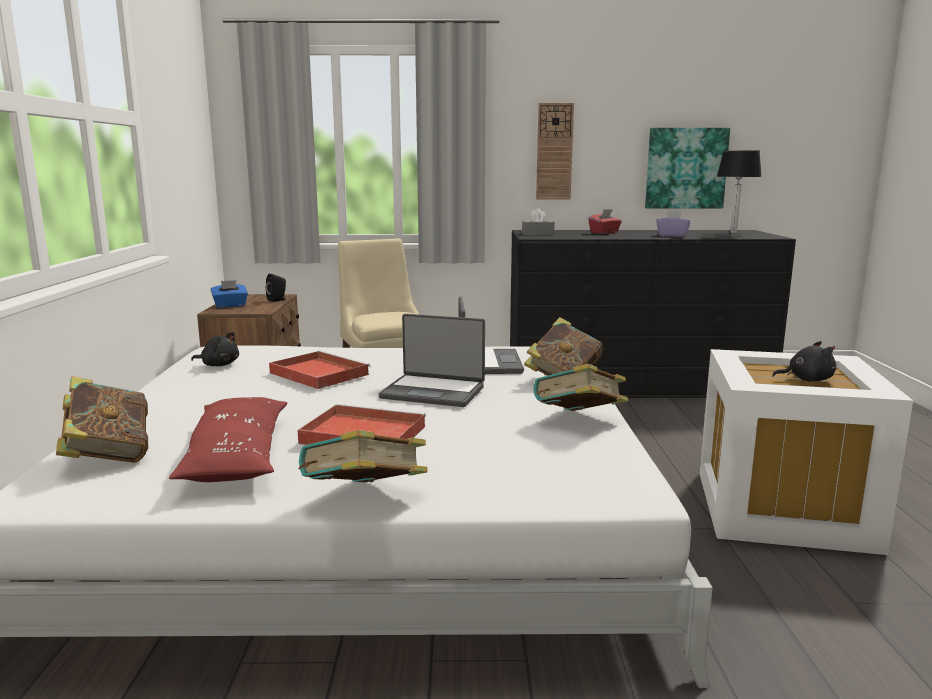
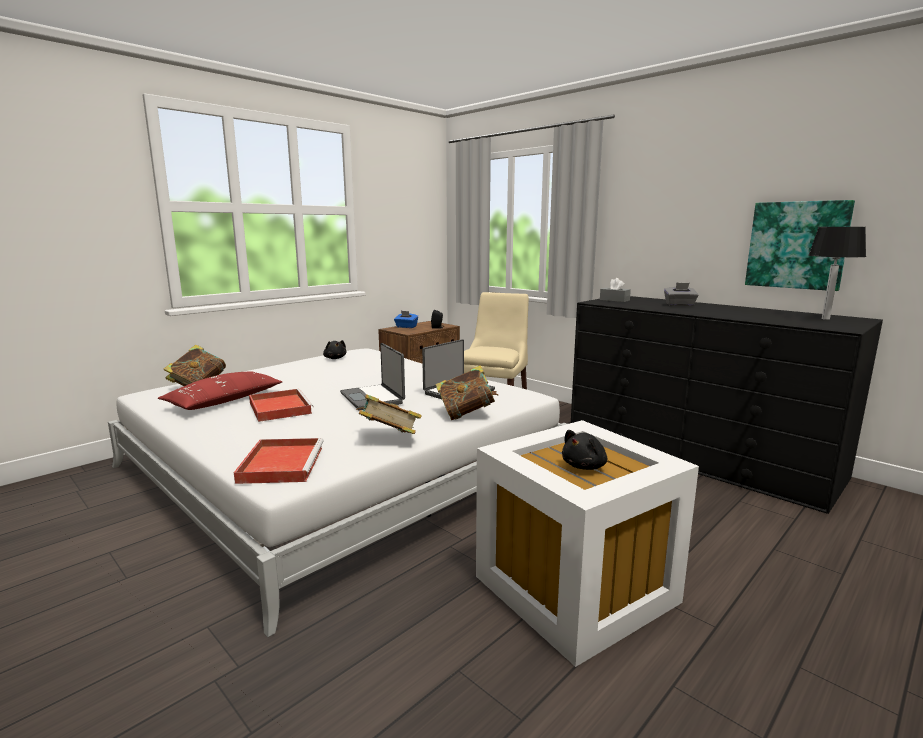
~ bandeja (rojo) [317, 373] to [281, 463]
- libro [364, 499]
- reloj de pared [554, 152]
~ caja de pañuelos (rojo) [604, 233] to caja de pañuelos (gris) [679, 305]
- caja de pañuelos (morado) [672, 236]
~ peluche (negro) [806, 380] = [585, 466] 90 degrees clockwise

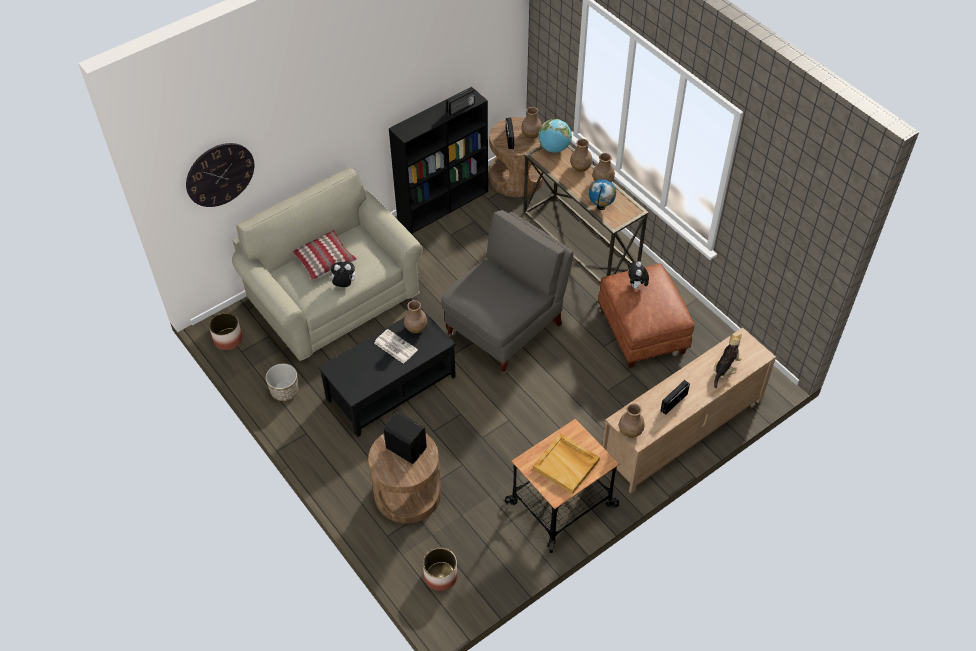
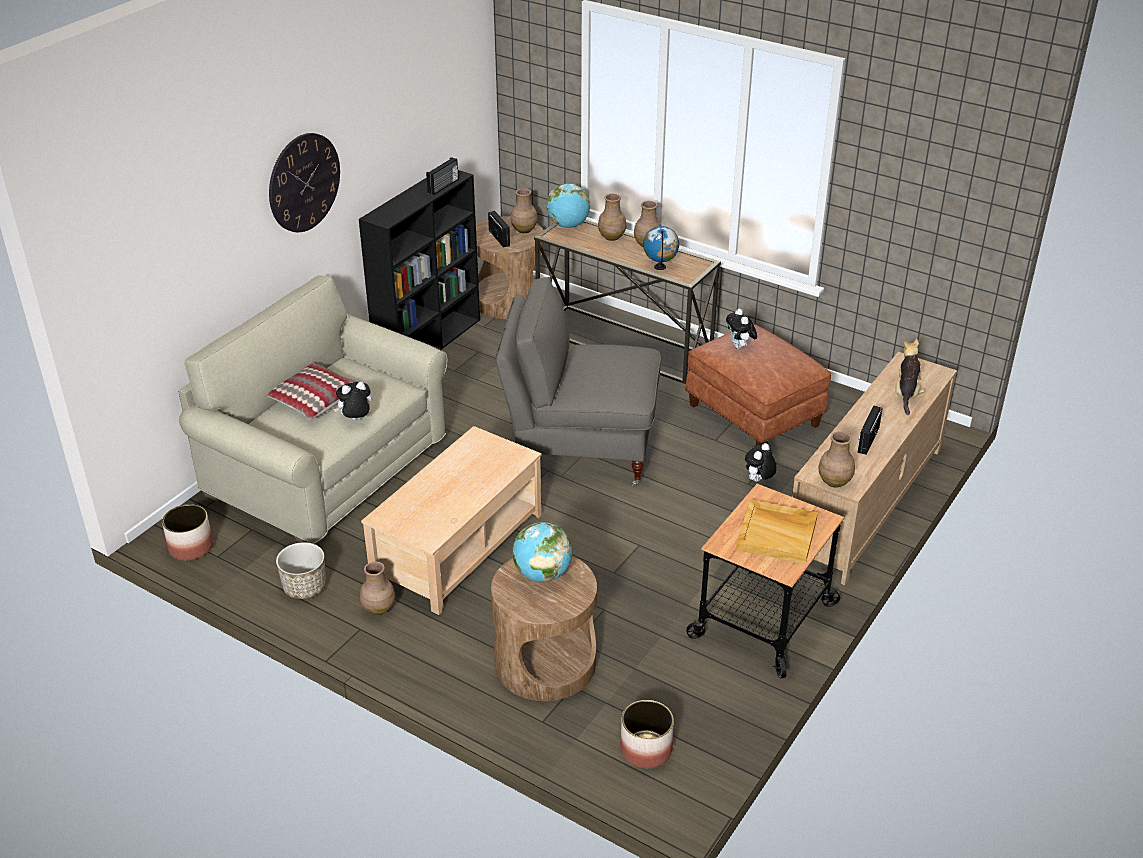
~ reloj de pared [220, 174] to [304, 182]
~ mesa de centro (negro) [390, 387] to mesa de centro (beis) [457, 546]
- periódico [395, 346]
~ altavoz (negro) [406, 447] to globo terráqueo [542, 574]
~ florero (marrón) [415, 328] to [378, 609]
~ sillón (gris) [506, 329] = [580, 450] 105 degrees counterclockwise
+ peluche [758, 481]

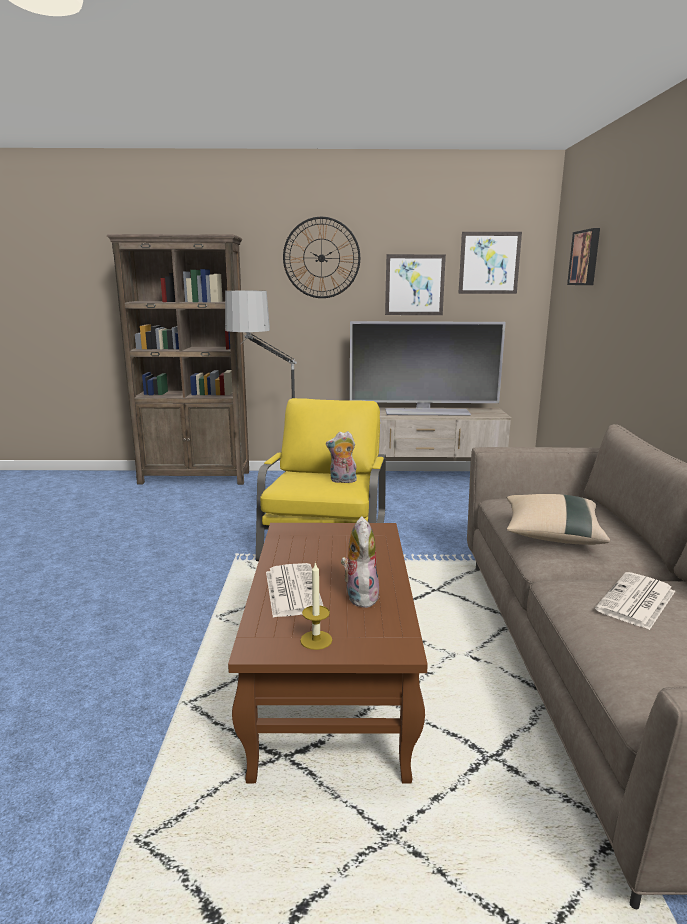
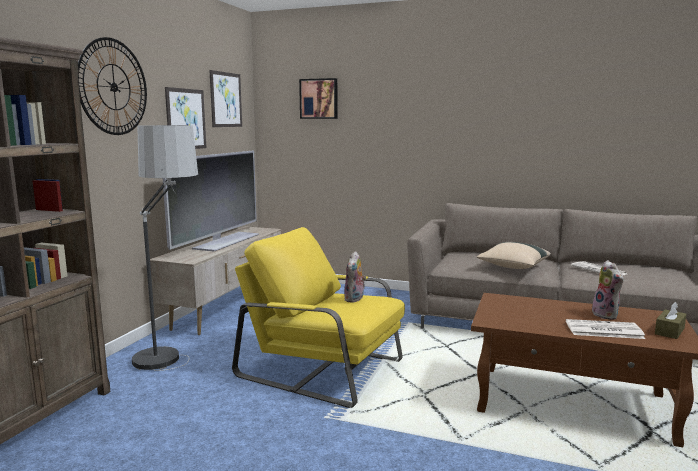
~ vela [316, 640] to caja de pañuelos (marrón) [669, 331]
~ peluche [359, 596] = [607, 315] 120 degrees counterclockwise

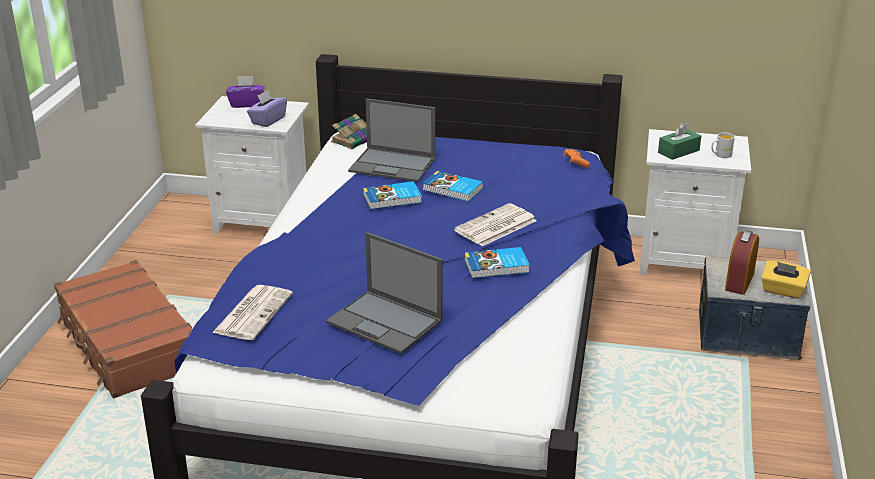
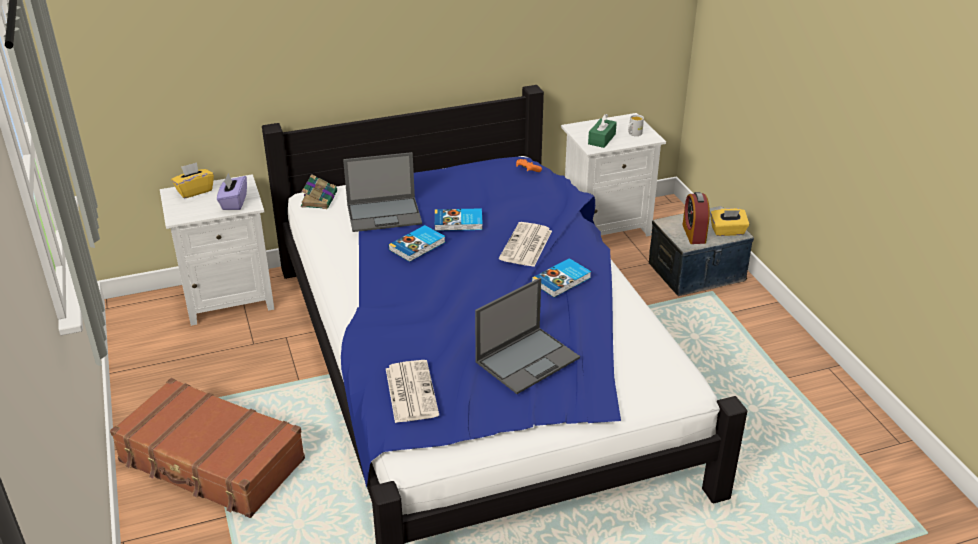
~ caja de pañuelos (morado) [247, 104] to caja de pañuelos (amarillo) [194, 191]
~ portátil [386, 322] = [528, 359] 45 degrees counterclockwise

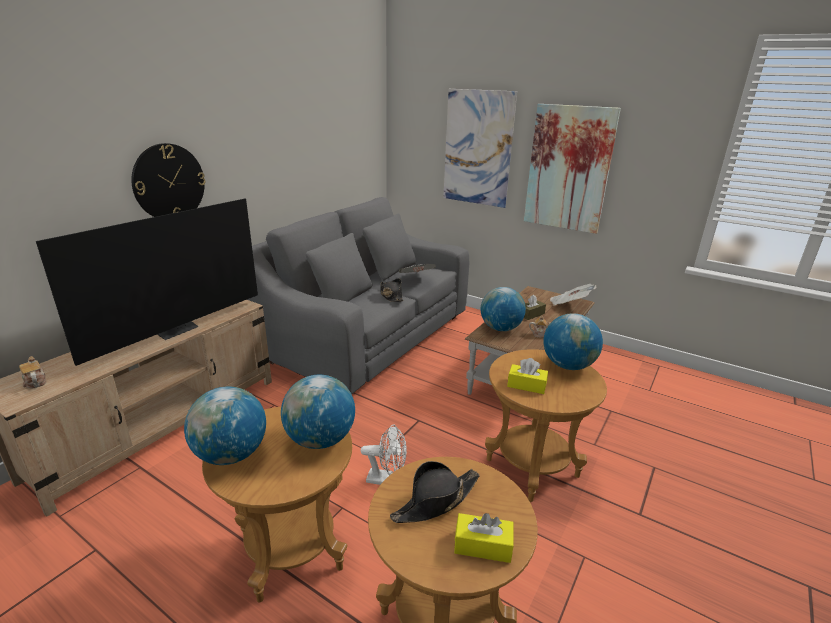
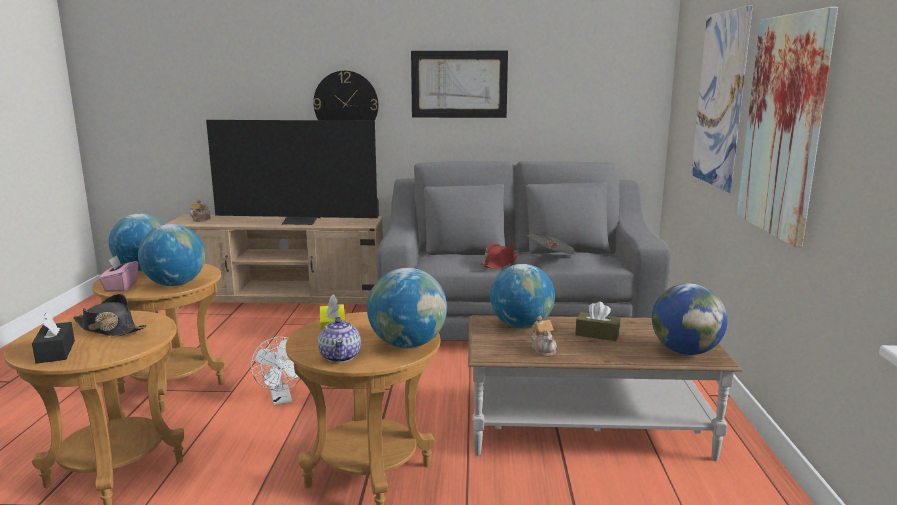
~ sombrero (negro) [391, 295] to sombrero (rojo) [499, 263]
~ caja de pañuelos (amarillo) [483, 546] to caja de pañuelos (negro) [55, 352]
~ periódico [569, 304] to globo terráqueo [685, 351]
+ caja de pañuelos (rosa) [121, 287]
+ tetera [340, 356]
+ cuadro [459, 84]

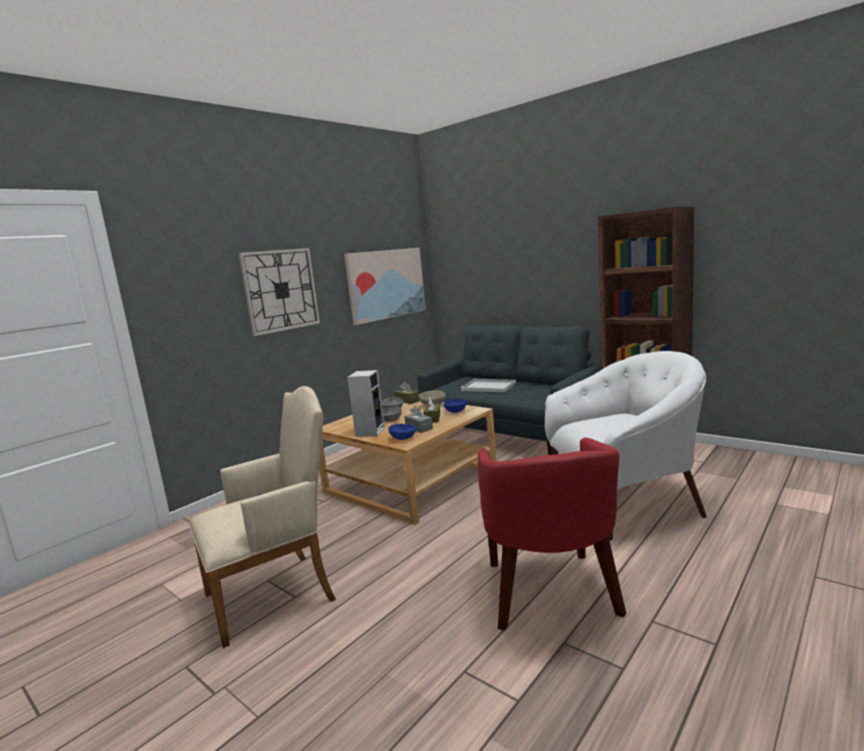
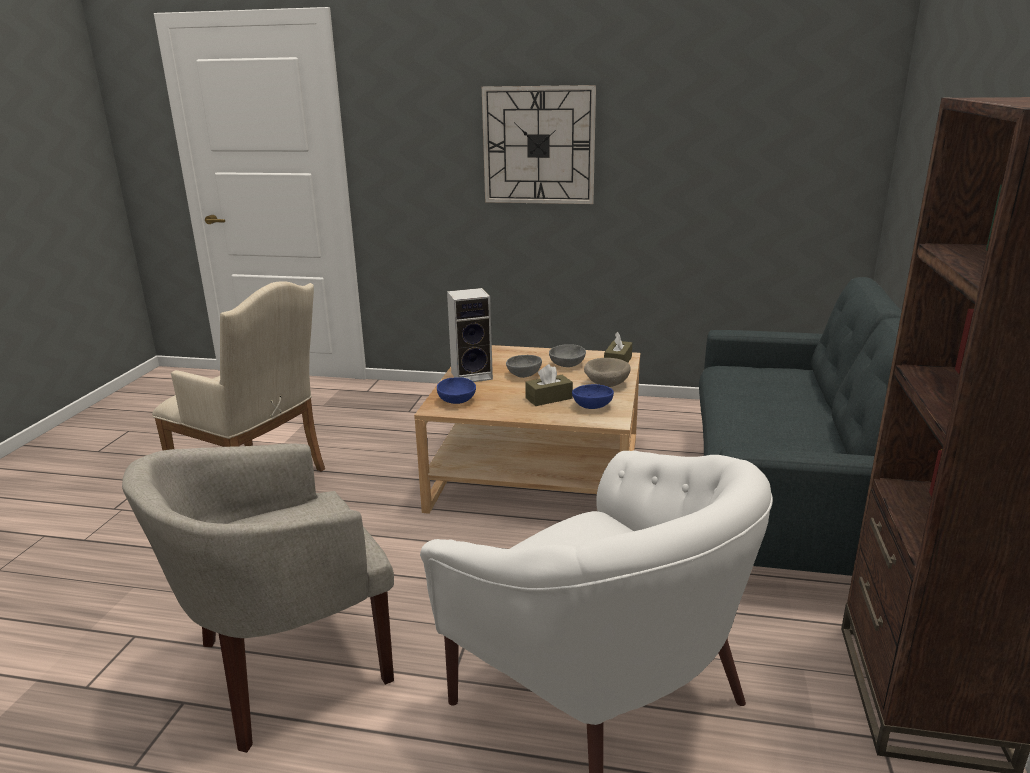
- cuadro [386, 284]
- caja de pañuelos (gris) [419, 428]
- bandeja (blanco) [487, 387]
~ sillón (rojo) [550, 593] to sillón (beis) [287, 667]

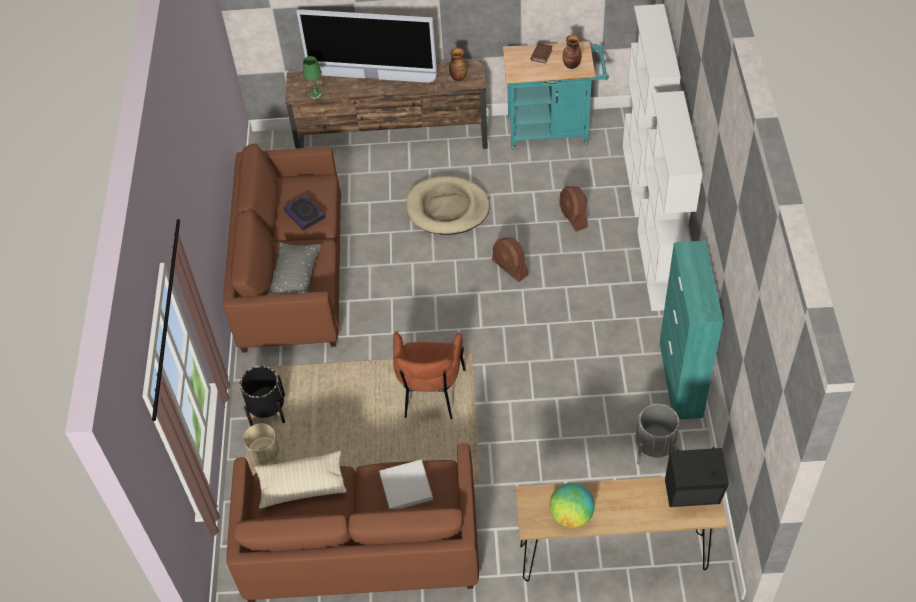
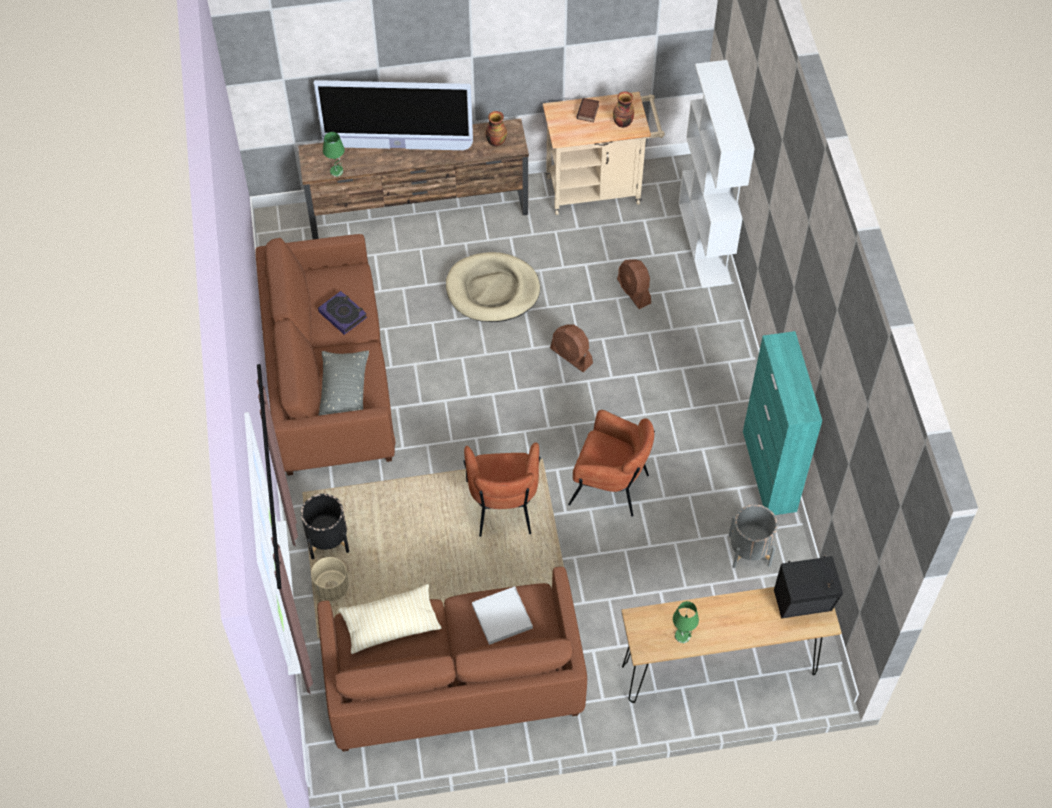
~ carrito (turquesa) [553, 130] to carrito (beis) [599, 188]
~ globo terráqueo [571, 515] to lámpara de mesa (verde) [683, 636]
- estantería (blanco) [659, 269]
+ sillón (marrón) [610, 486]

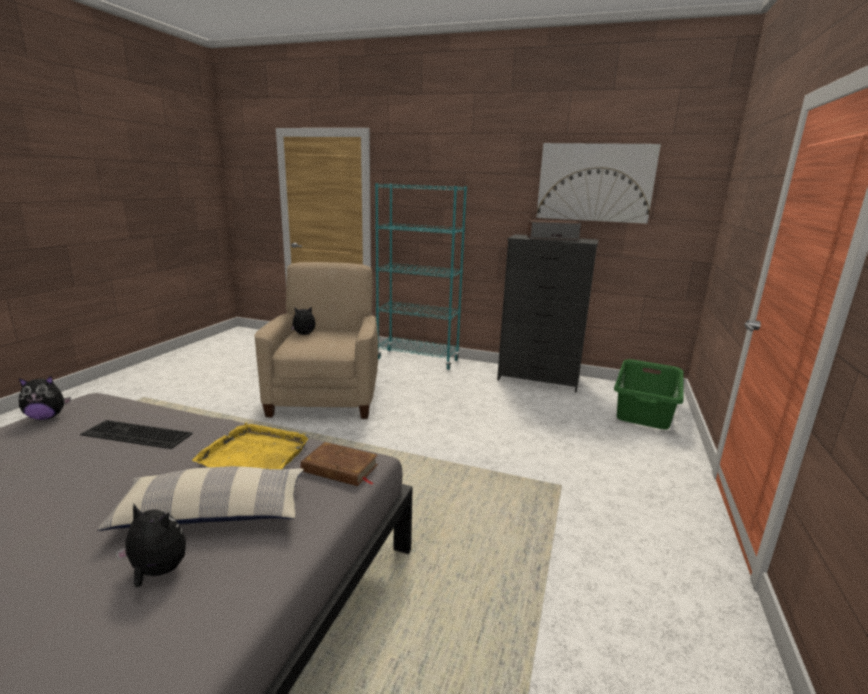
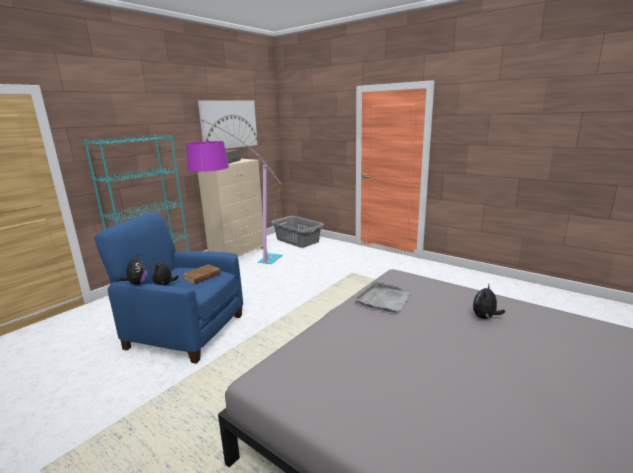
~ peluche [47, 417] to [137, 283]
- teclado [134, 435]
- cojín [212, 514]
~ bandeja (amarillo) [255, 453] to bandeja (gris) [382, 299]
~ sillón (beis) [325, 396] to sillón (azul) [185, 331]
~ libro (marrón) [340, 468] to [202, 276]
~ cómoda (negro) [539, 378] to cómoda (beis) [238, 253]
~ cesto de la ropa (verde) [643, 410] to cesto de la ropa (gris) [297, 240]
+ lámpara de pie [247, 276]

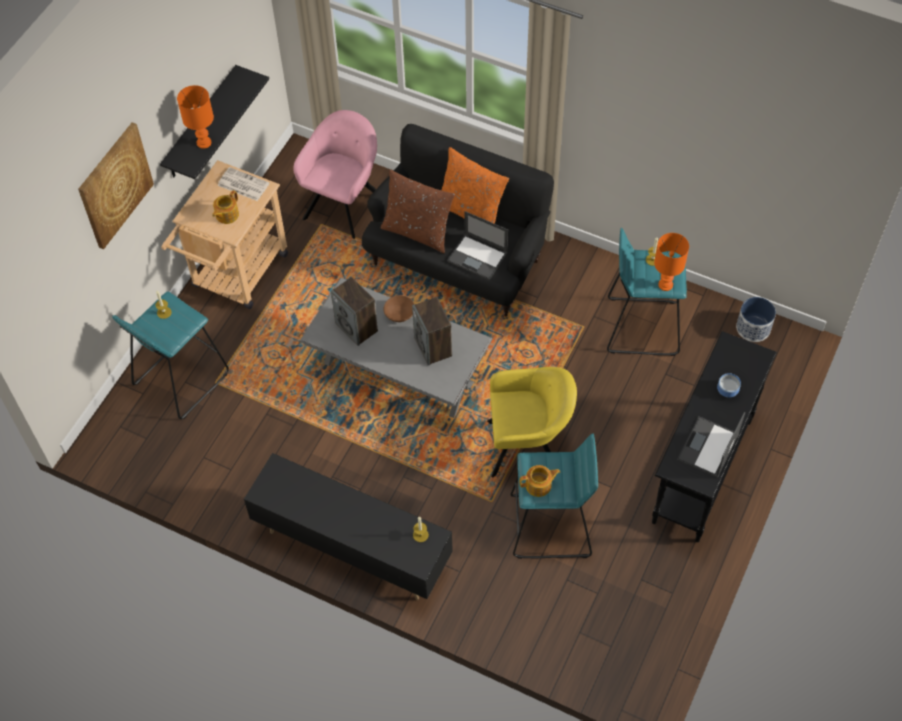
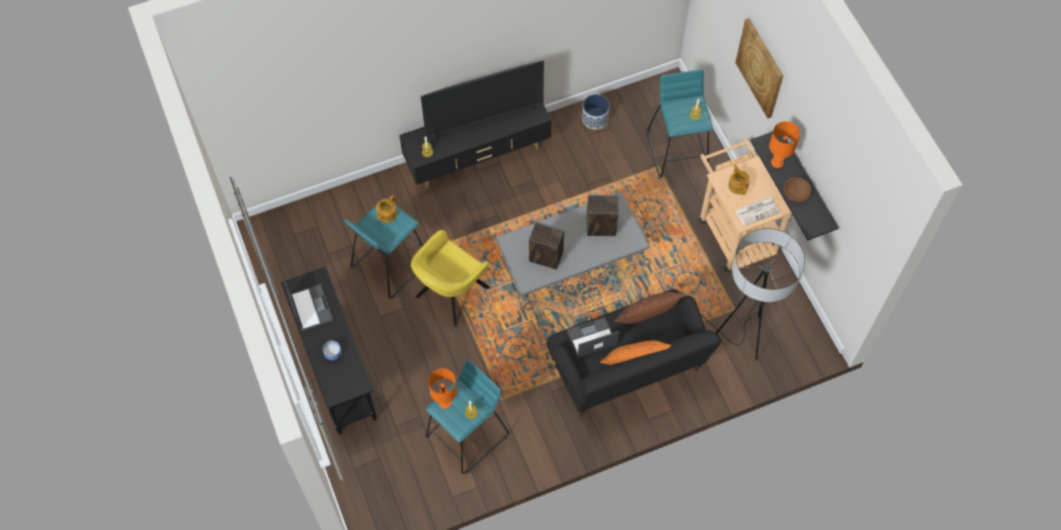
~ sillón (rosa) [344, 204] to lámpara de pie [740, 336]
~ cuenco (marrón) [399, 314] to [796, 194]
~ maceta [753, 328] to [595, 118]
+ televisor [484, 122]

